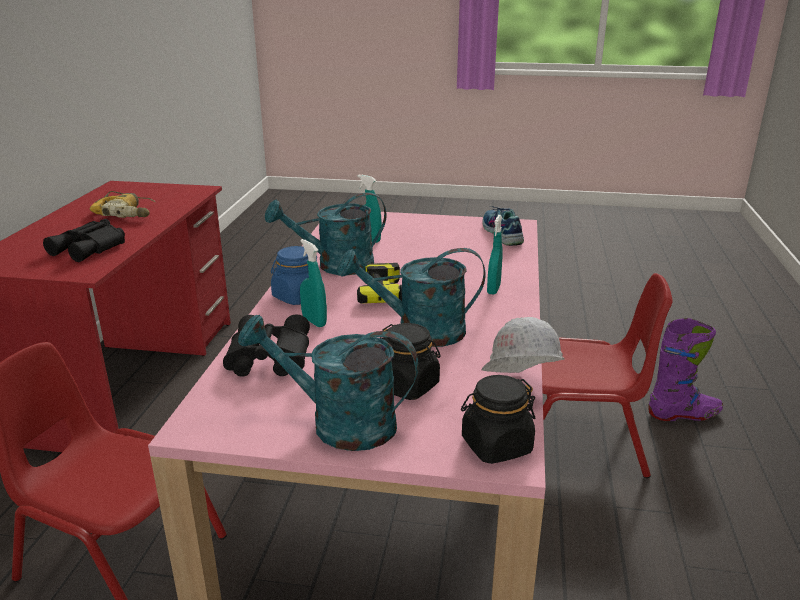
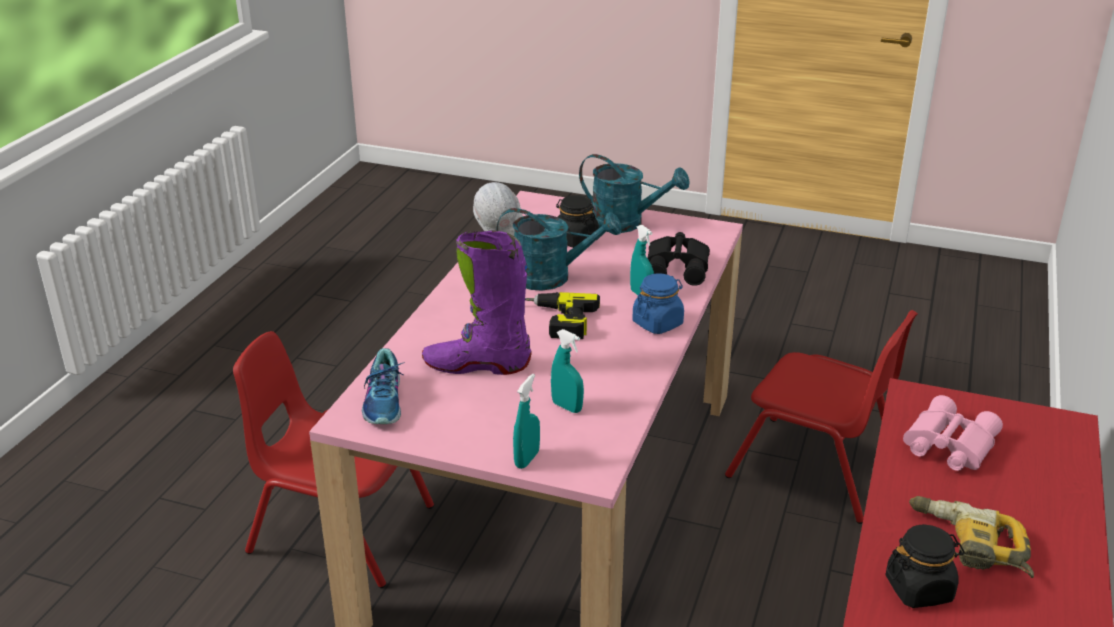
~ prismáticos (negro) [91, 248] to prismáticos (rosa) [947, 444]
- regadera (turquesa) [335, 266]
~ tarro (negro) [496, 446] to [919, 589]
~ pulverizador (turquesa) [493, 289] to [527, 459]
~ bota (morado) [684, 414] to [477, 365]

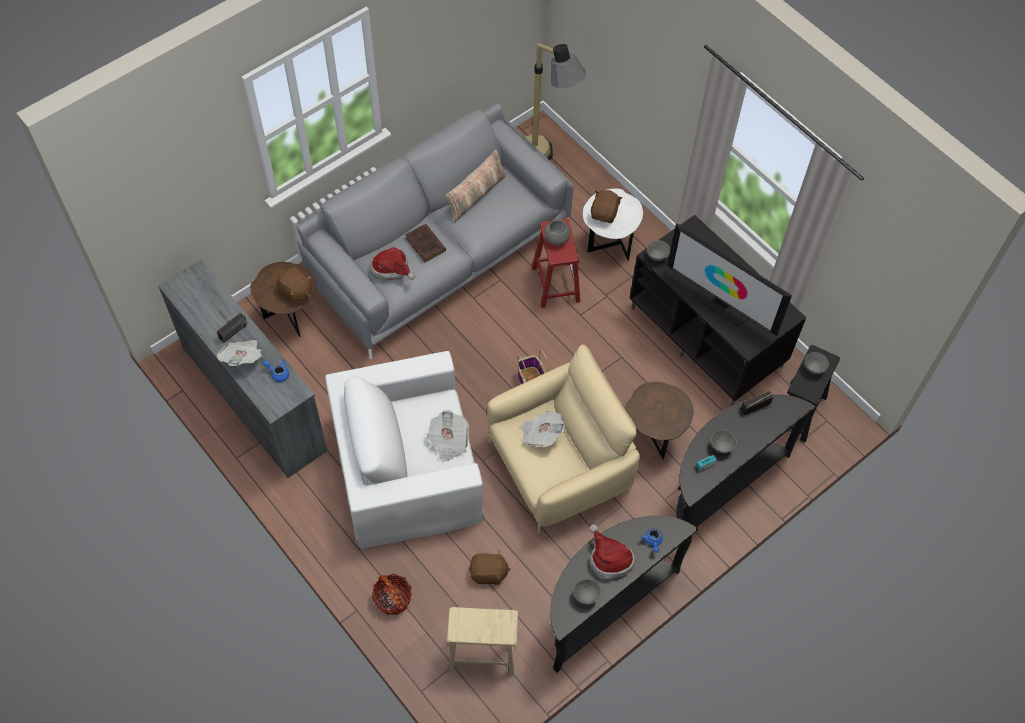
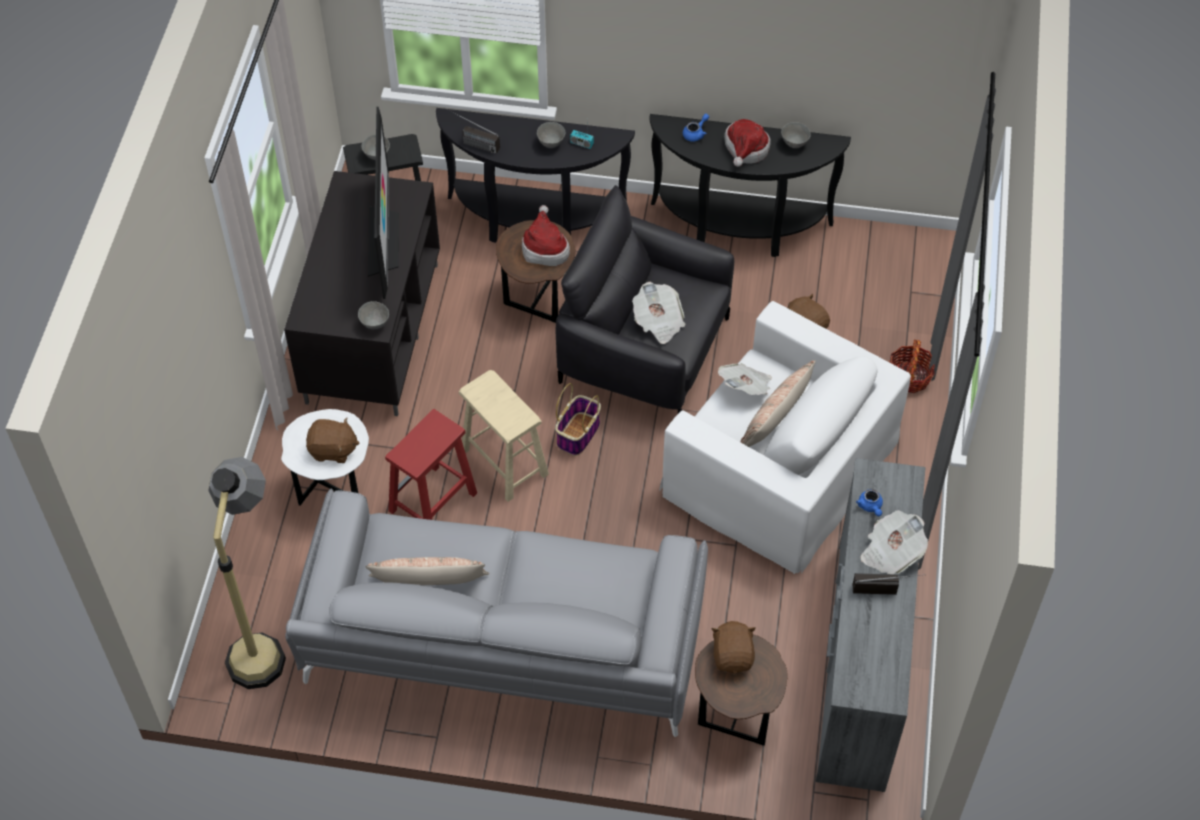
~ sombrero [392, 270] to [545, 248]
- libro (marrón) [426, 245]
~ taburete (beis) [482, 653] to [504, 462]
~ sillón (beis) [558, 466] to sillón (negro) [645, 350]
- cuenco (gris) [556, 239]
~ peluche (marrón) [604, 213] = [333, 450] 150 degrees counterclockwise
+ cojín [775, 418]

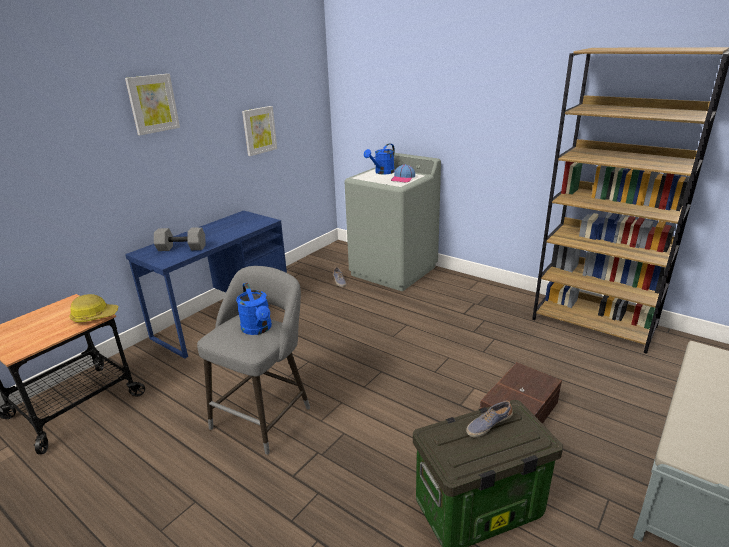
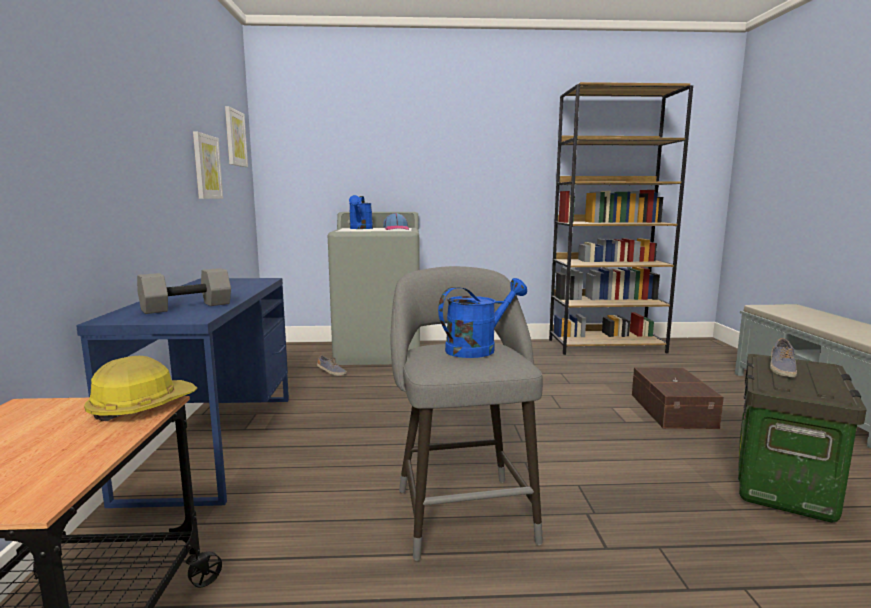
~ cuadro [152, 104] to [235, 138]
~ regadera (azul) [258, 329] = [478, 348] 60 degrees counterclockwise

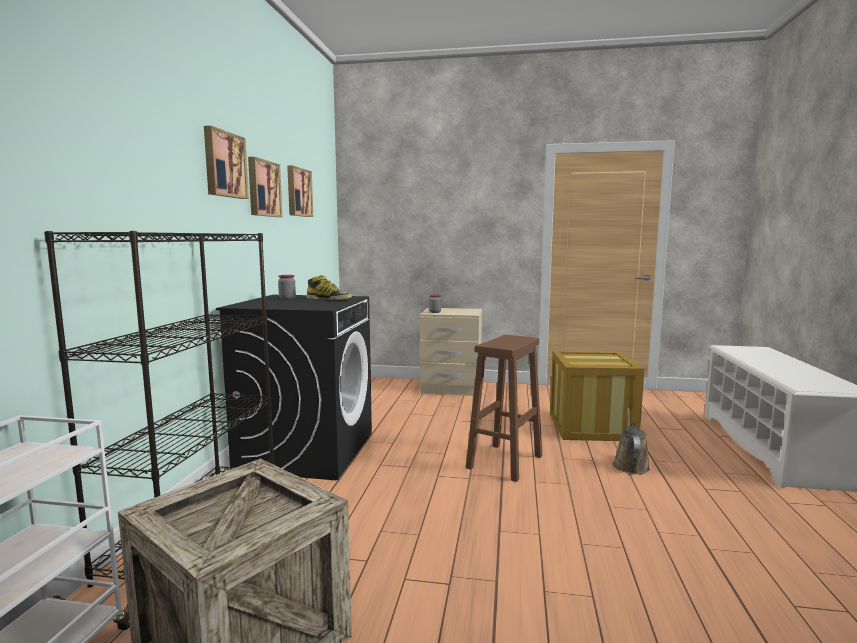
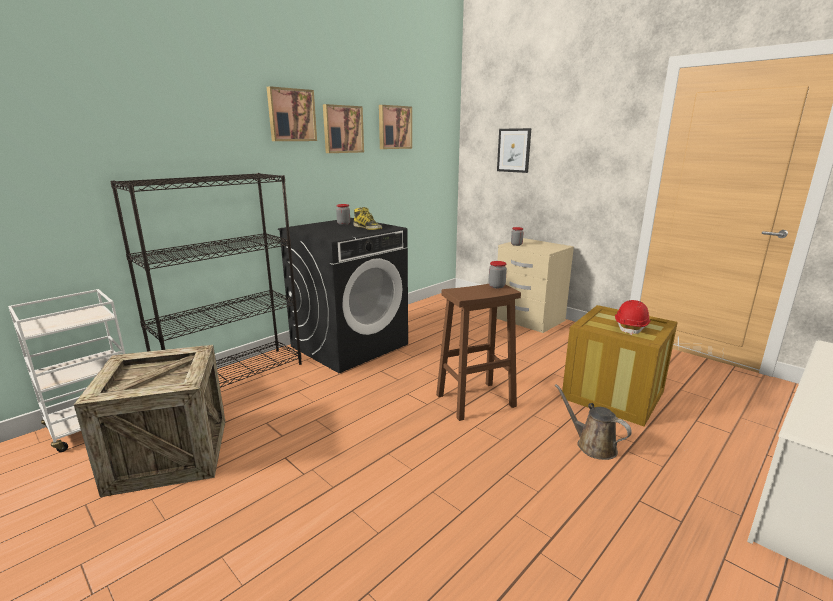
~ regadera (marrón) [630, 465] = [592, 445] 90 degrees counterclockwise
+ tarro [496, 286]
+ cuadro [514, 150]
+ casco (rojo) [631, 327]

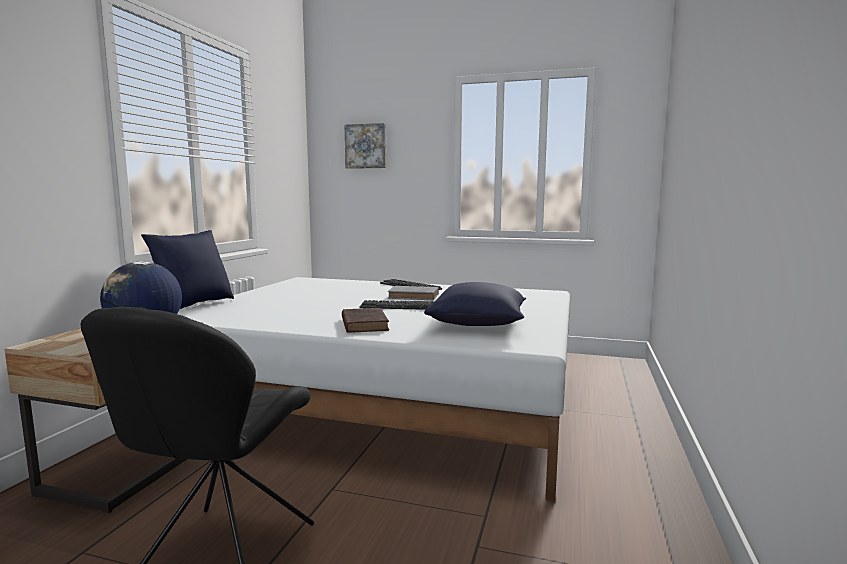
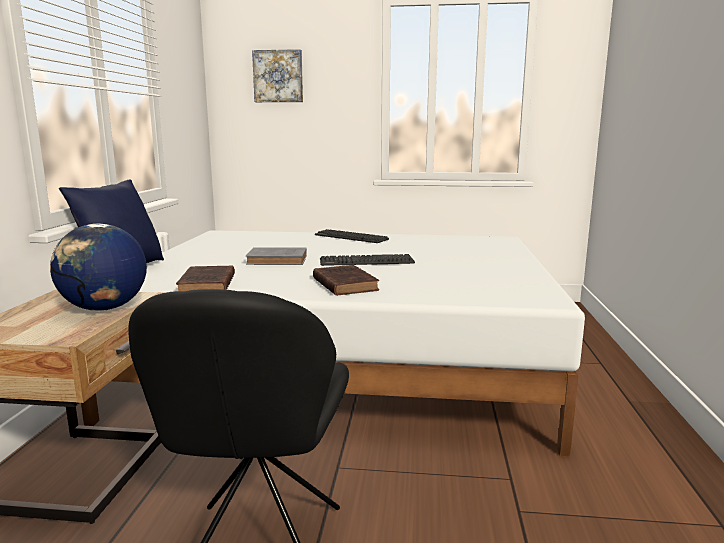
~ libro (gris) [415, 296] to [279, 260]
- cojín (azul) [479, 324]
+ libro (marrón) [207, 285]

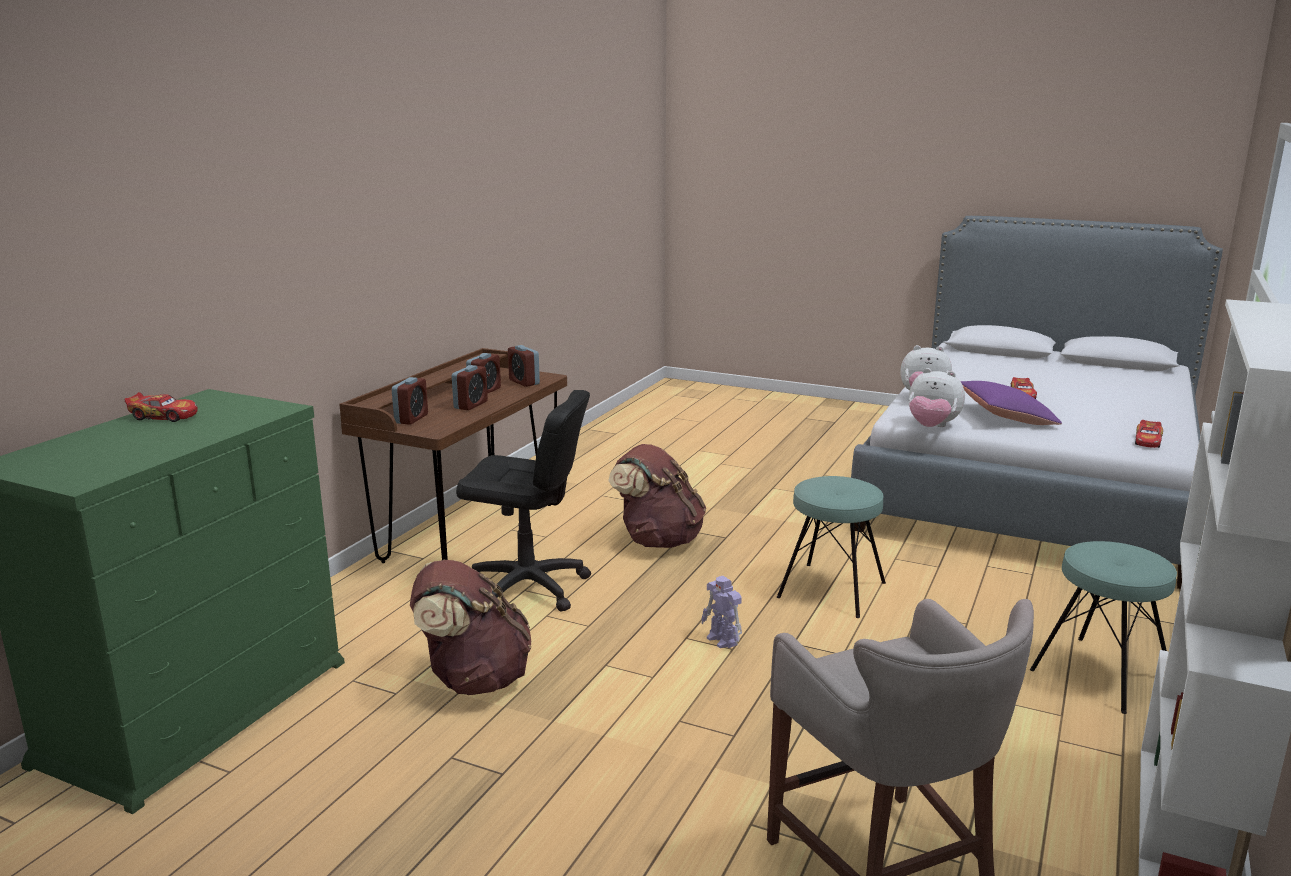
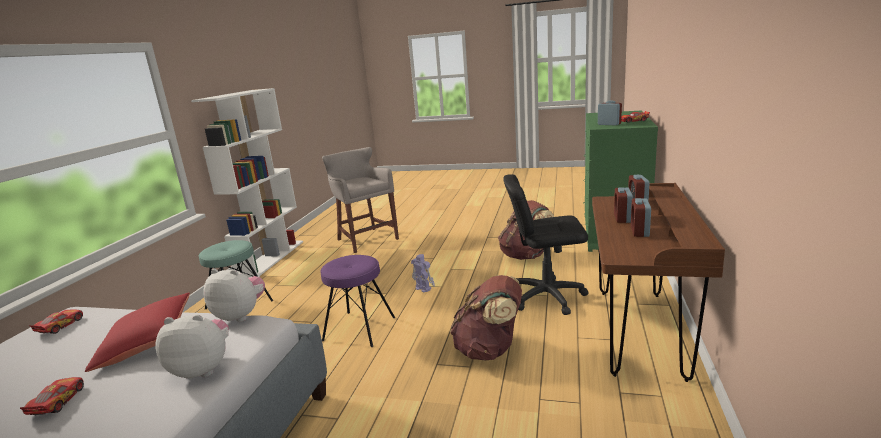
~ despertador [524, 382] to [609, 124]
~ taburete (turquesa) [831, 590] to taburete (morado) [359, 328]
~ cojín (morado) [1006, 418] to cojín (rojo) [146, 343]

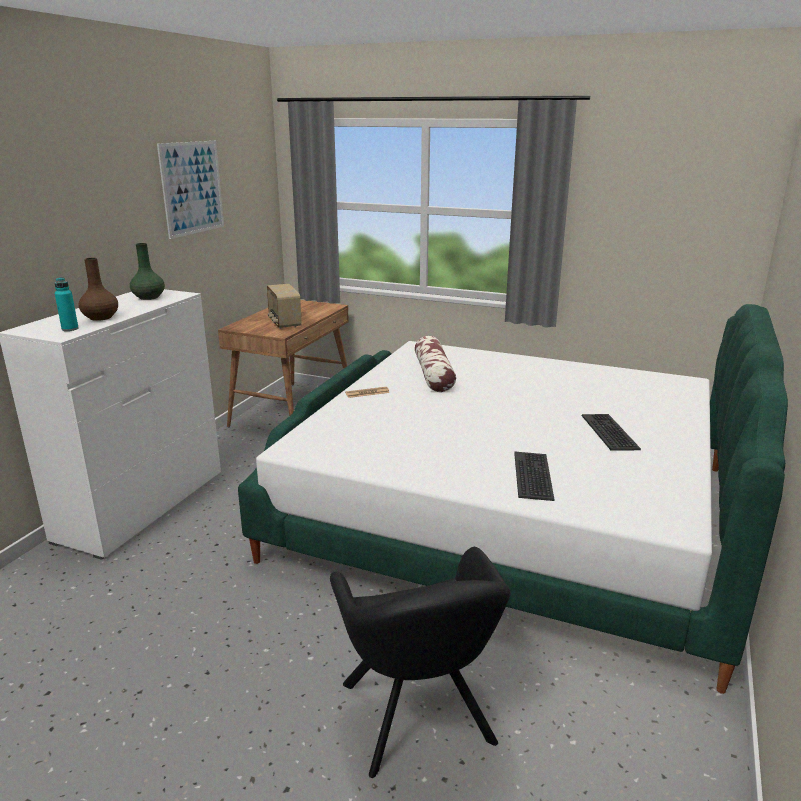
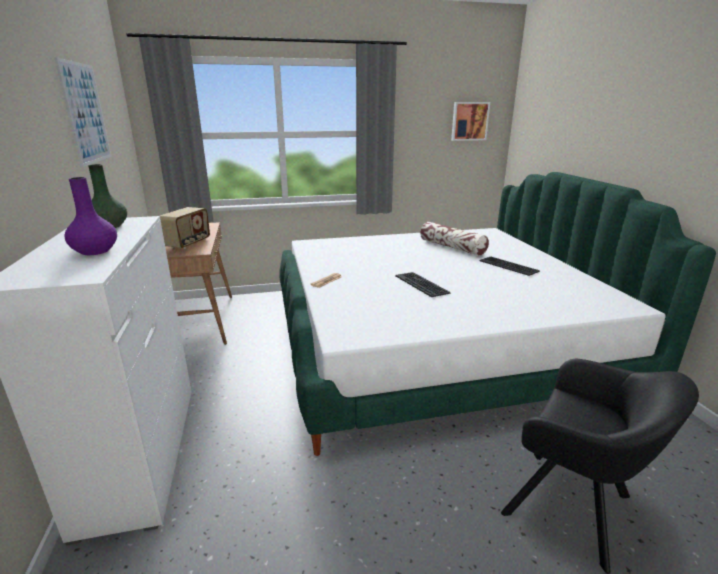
- botella (turquesa) [70, 329]
~ florero (marrón) [101, 317] to florero (morado) [95, 251]
~ radio [284, 323] = [188, 243] 105 degrees counterclockwise
~ cojín [434, 375] to [452, 247]
~ teclado [533, 476] to [422, 284]
+ cuadro [469, 121]

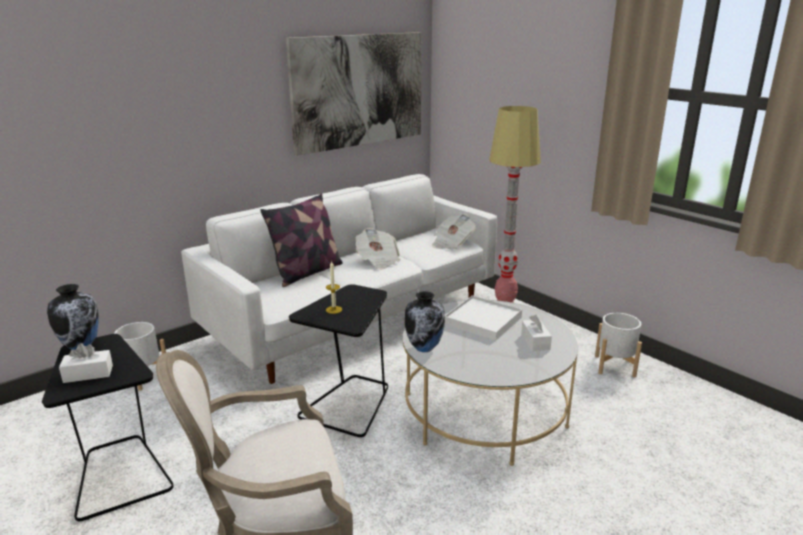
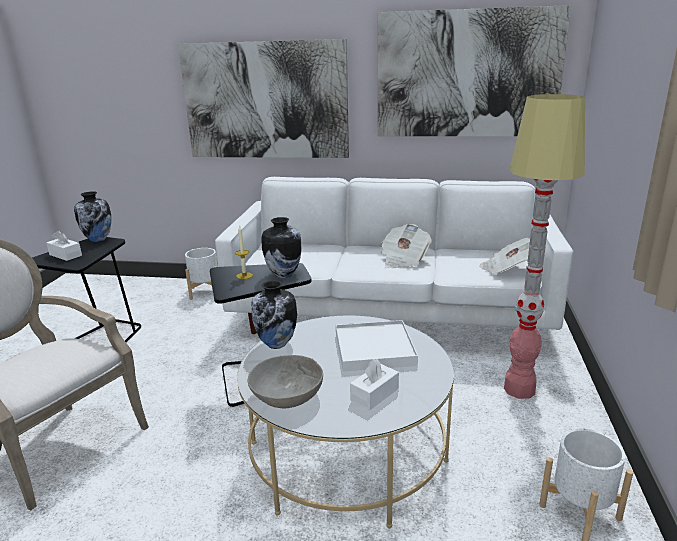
- cojín [307, 272]
+ cuadro [265, 101]
+ cuenco (gris) [286, 395]
+ florero [283, 274]

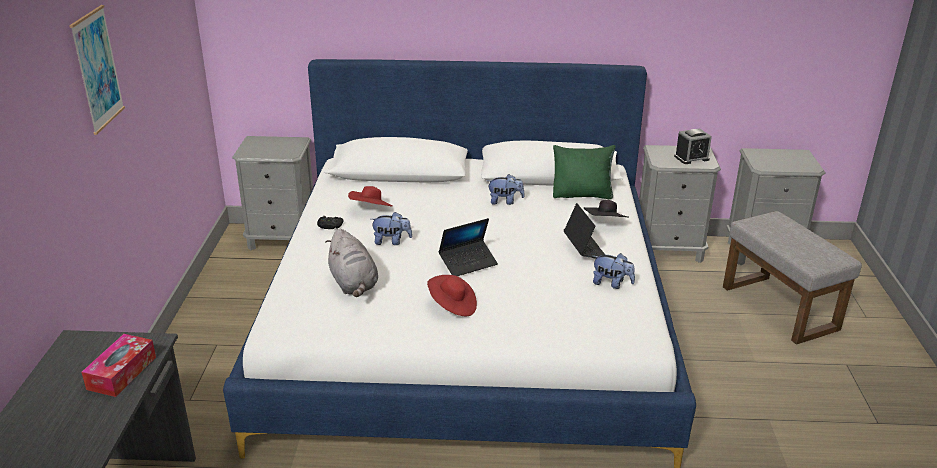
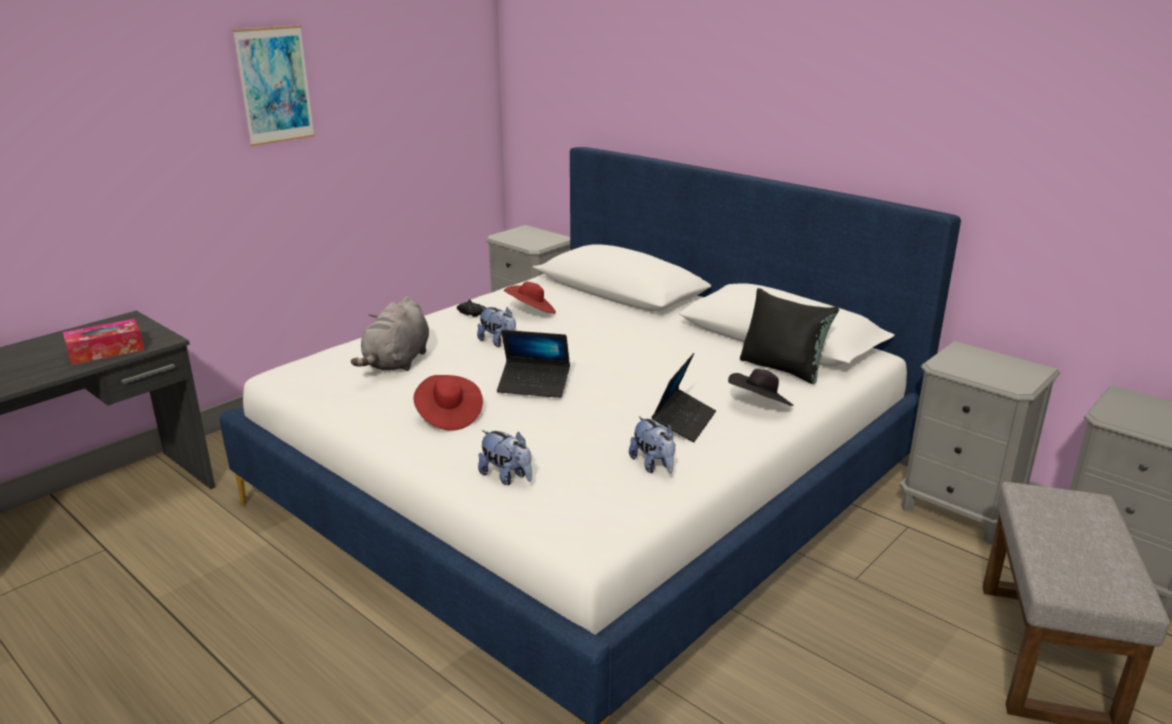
~ peluche [505, 201] to [507, 477]
~ cojín (verde) [582, 195] to cojín (negro) [783, 368]
- despertador [691, 158]

